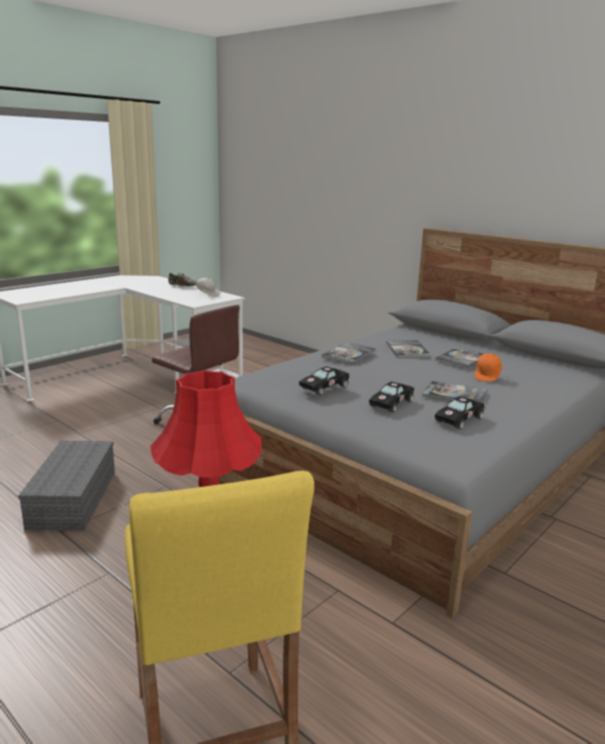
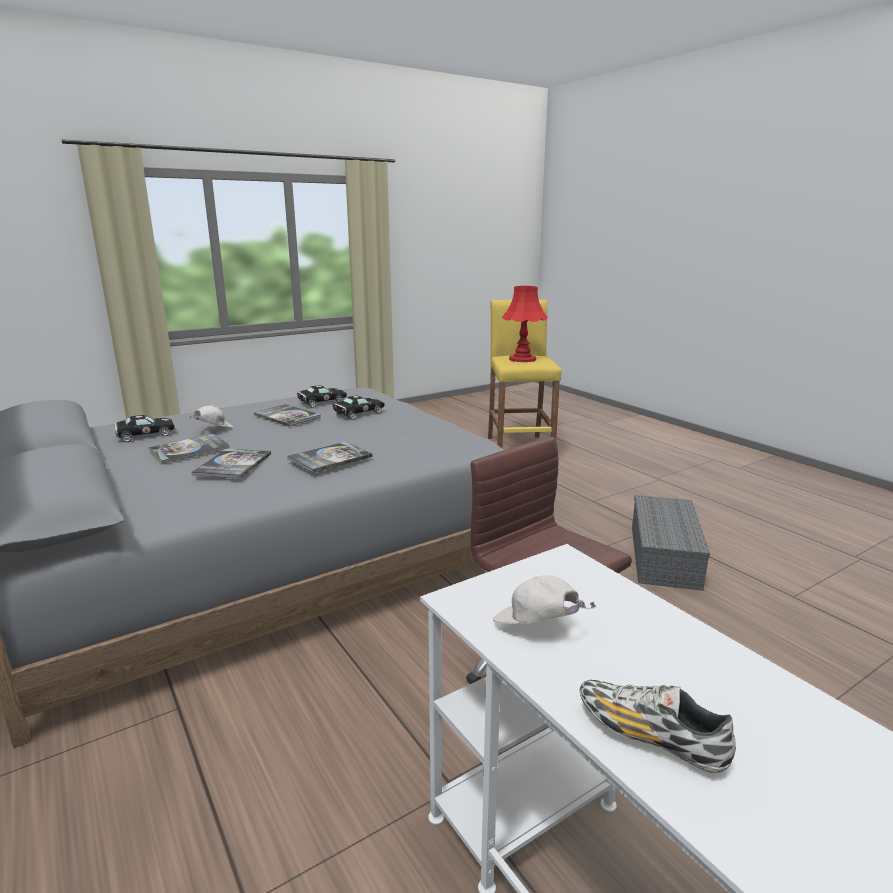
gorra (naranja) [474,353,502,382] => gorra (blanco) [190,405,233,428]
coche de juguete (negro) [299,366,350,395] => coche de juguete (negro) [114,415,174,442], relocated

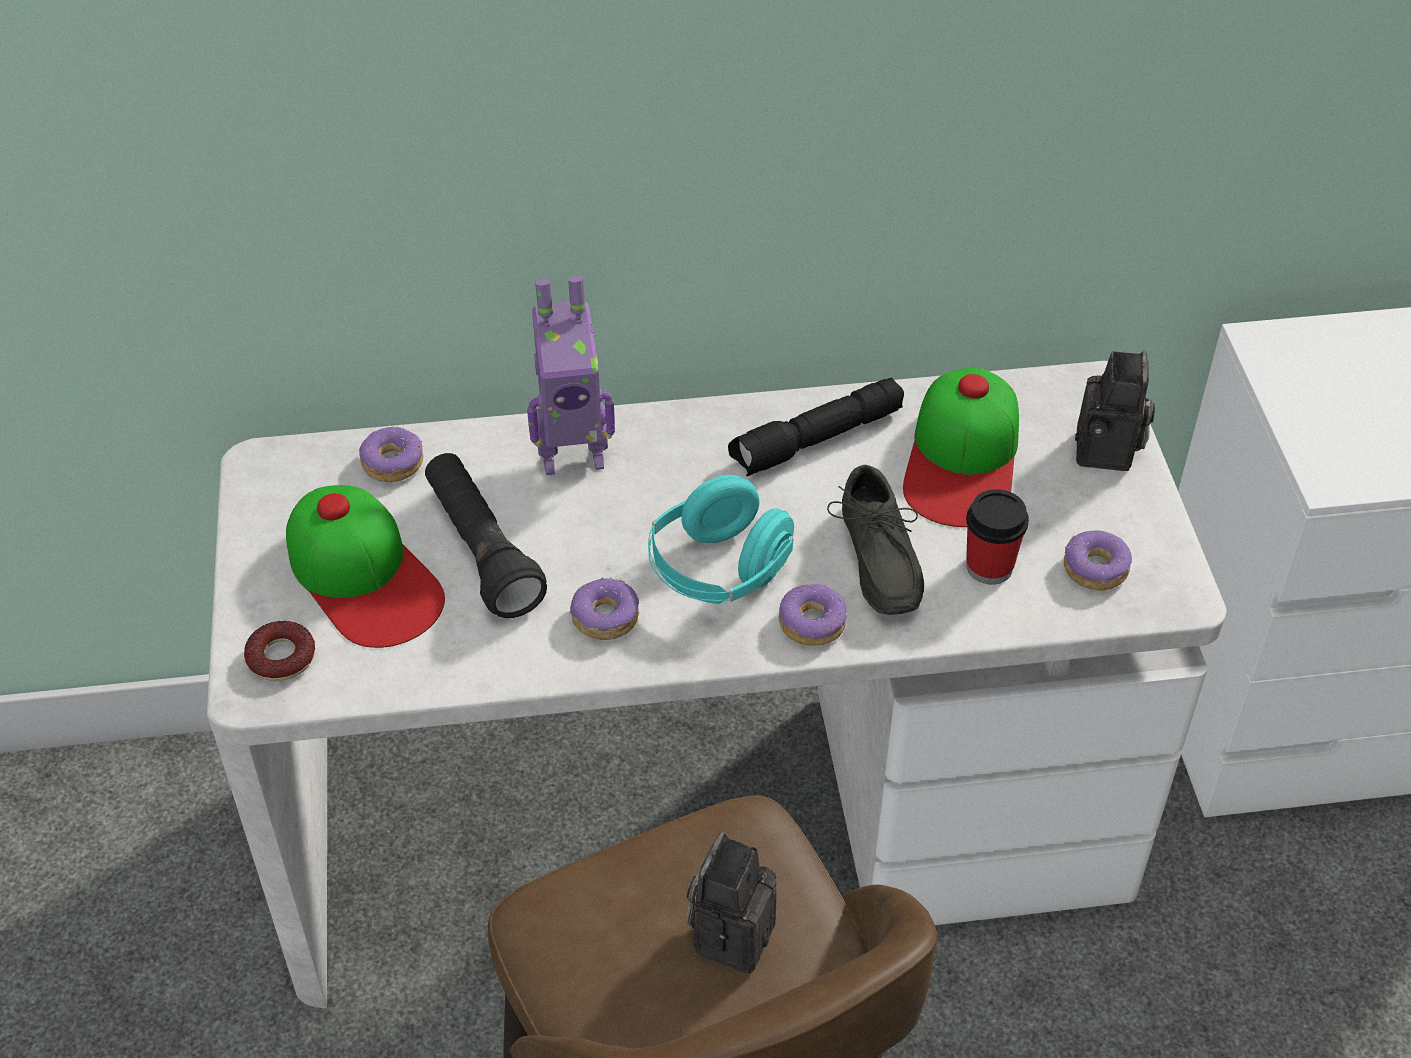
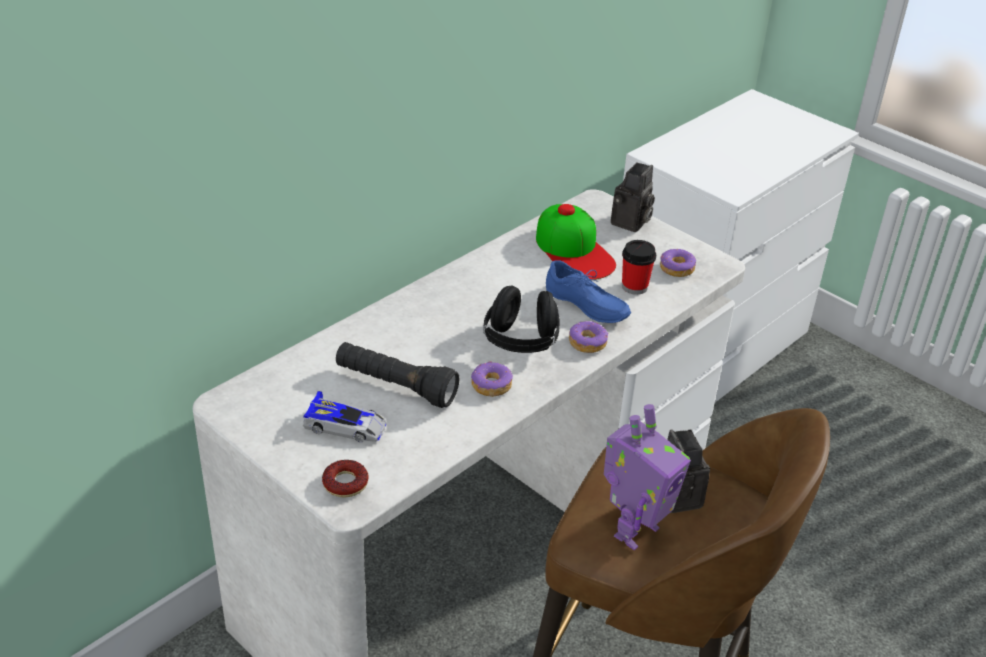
robot de juguete [527,276,615,475] => robot de juguete [604,404,691,550], relocated
cámara [1075,350,1155,471] => cámara [611,162,655,232], 60 degrees clockwise
linterna (negro) [728,377,904,476] => nothing
rosquilla [359,427,424,482] => nothing
zapato (gris) [827,465,924,615] => zapato (azul) [546,260,631,323]
auriculares (turquesa) [648,475,794,604] => auriculares (negro) [483,285,560,353]
gorra [286,485,445,648] => coche de juguete [303,391,387,442]

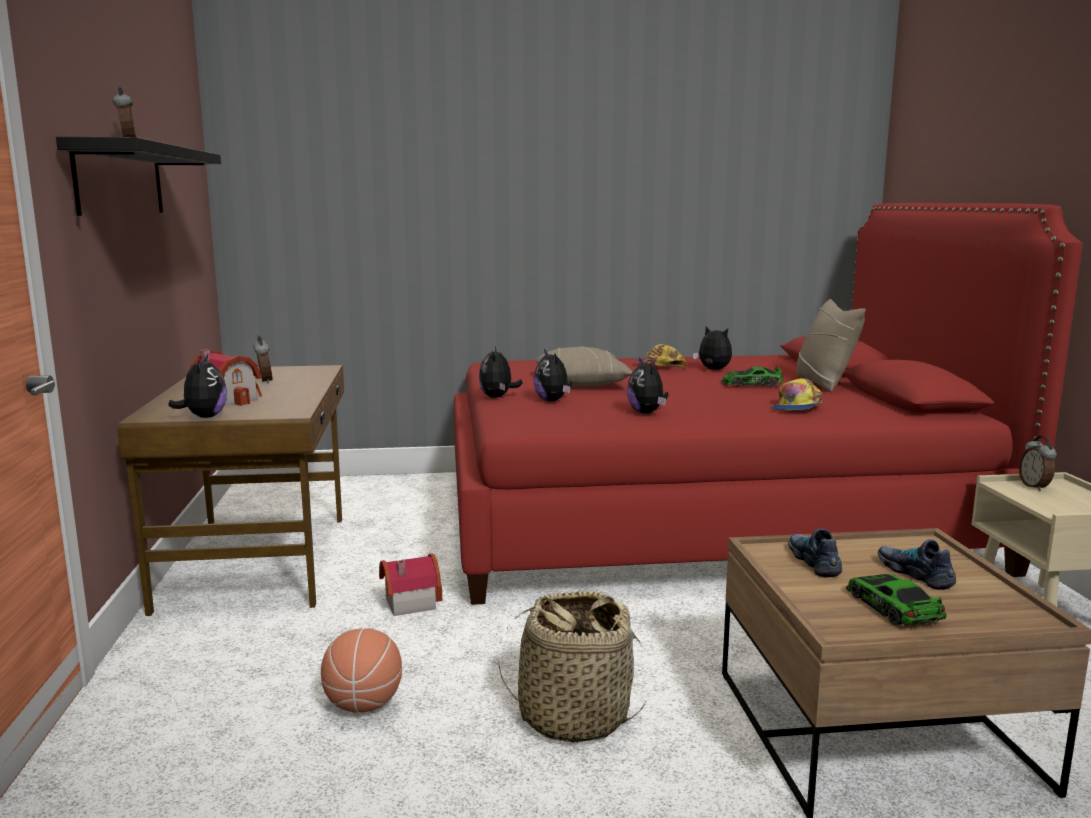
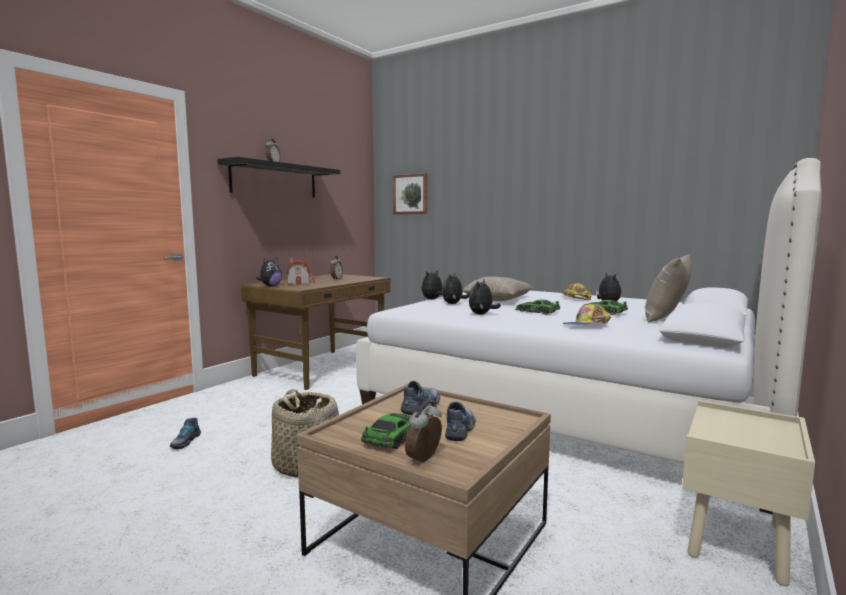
cama (rojo) [454,203,1082,605] => cama (blanco) [356,158,822,514]
despertador [1019,436,1057,491] => despertador [405,401,442,464], relocated
casita [379,554,442,616] => nothing
balón de baloncesto [321,628,402,713] => nothing
nothing => cuadro [393,173,427,214]
nothing => coche de juguete [515,299,560,314]
nothing => zapato [170,418,201,450]

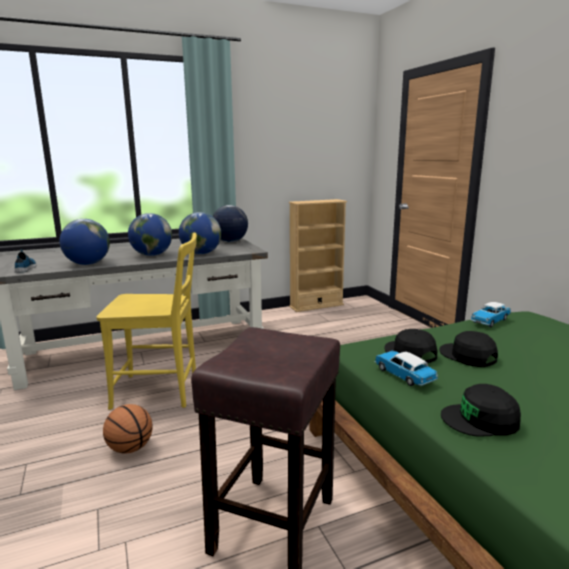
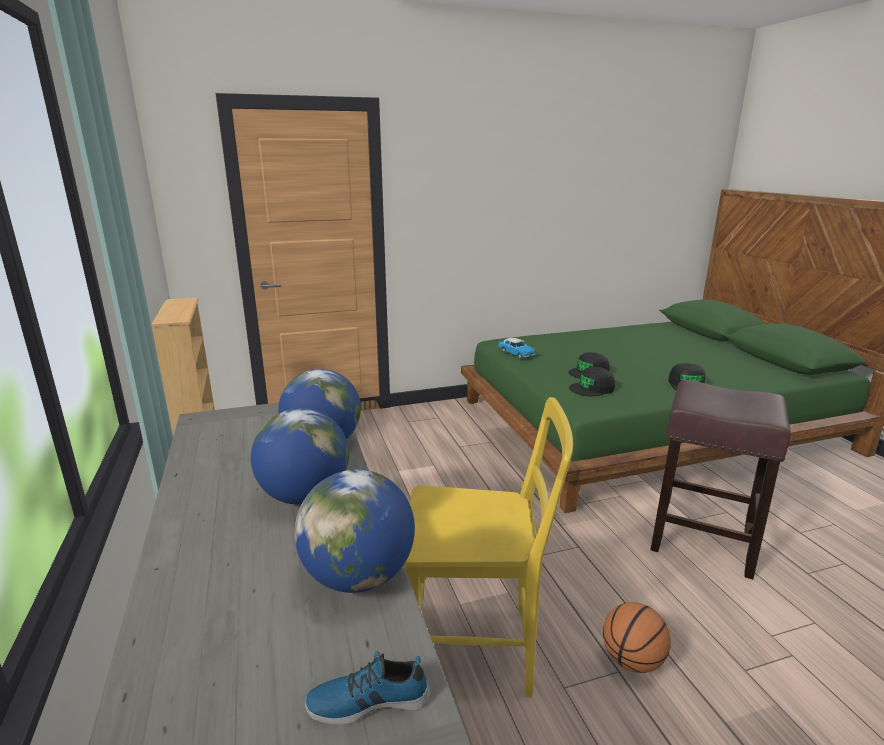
globo terráqueo [213,205,248,242] => nothing
silla (amarillo) [96,233,197,410] => silla (amarillo) [404,397,573,697], 90 degrees clockwise
coche de juguete [375,350,438,386] => nothing

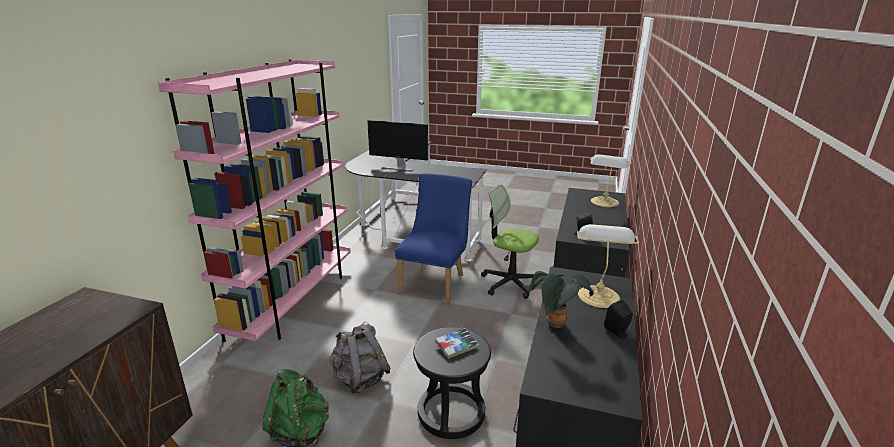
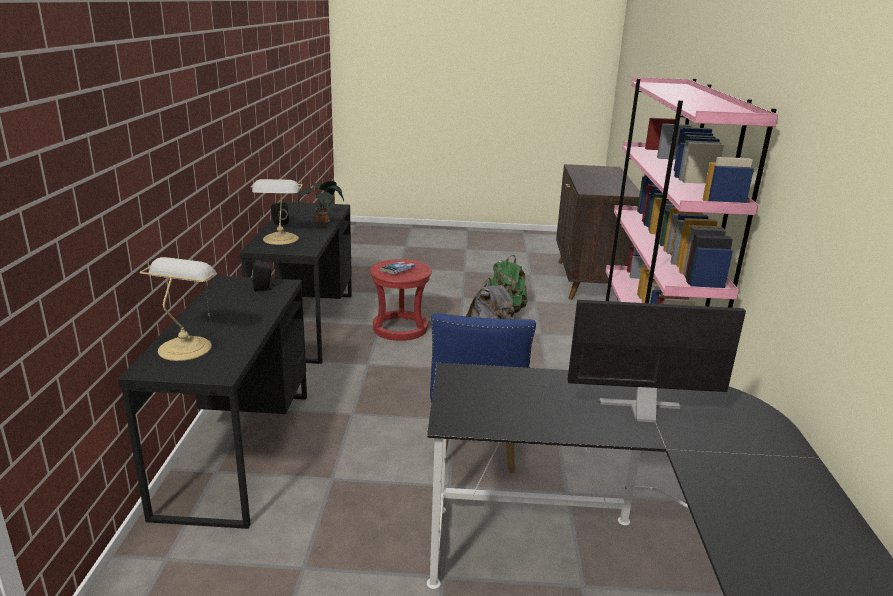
silla de oficina [481,184,539,299] => nothing
taburete (negro) [413,327,491,439] => taburete (rojo) [370,259,432,341]

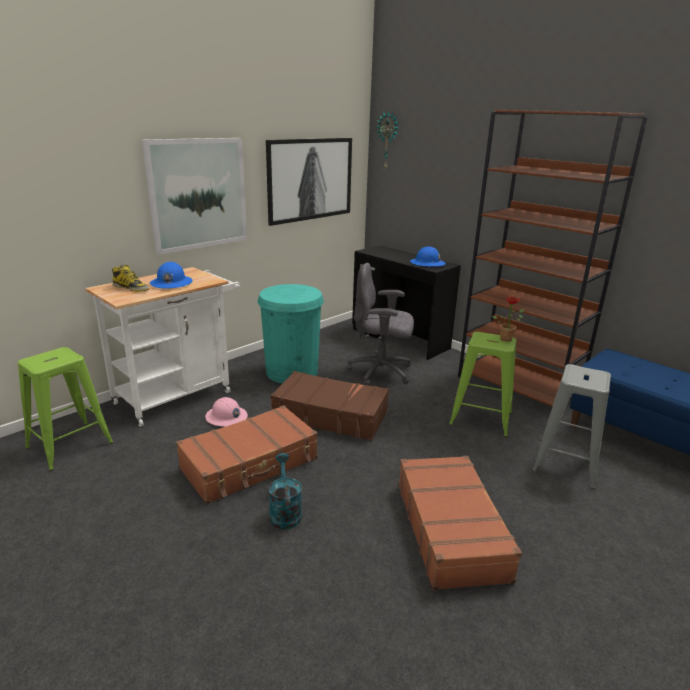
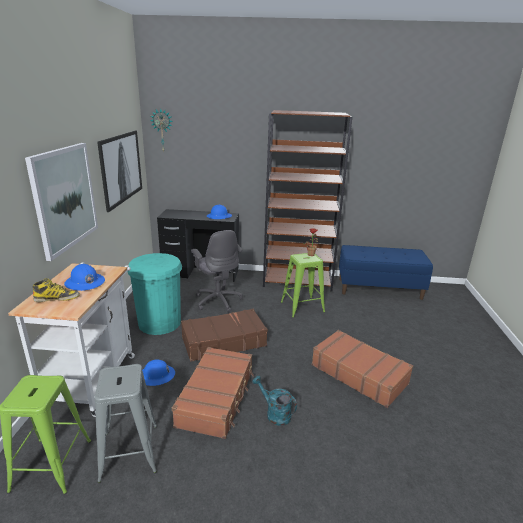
silla de oficina (gris) [347,263,414,386] => silla de oficina (gris) [191,230,243,312], 90 degrees counterclockwise
taburete (gris) [532,364,611,489] => taburete (gris) [94,364,157,483], relocated
casco (rosa) [206,397,248,427] => casco (azul) [142,359,175,386]

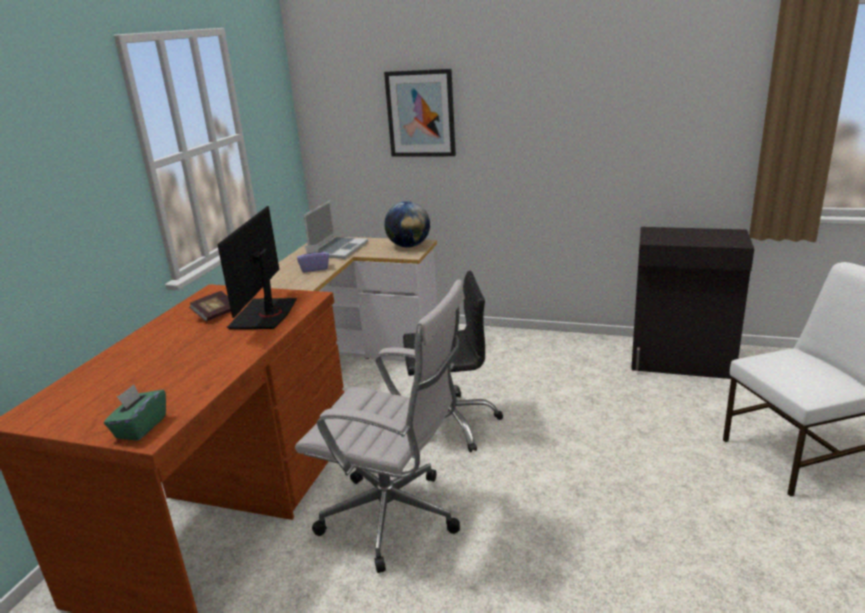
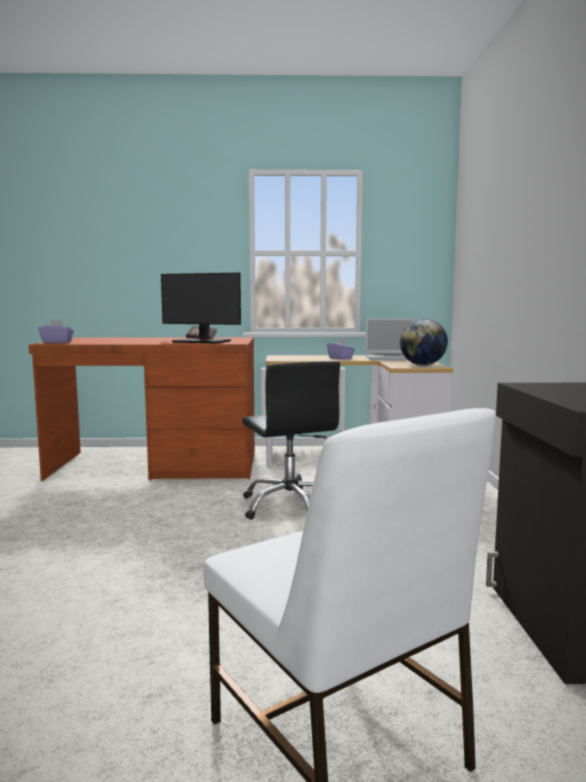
cuadro [384,69,456,157] => nothing
monitor [217,206,297,329] => monitor [161,273,241,344], 150 degrees counterclockwise
silla de oficina (blanco) [295,280,465,573] => nothing
caja de pañuelos (verde) [104,384,166,441] => caja de pañuelos (morado) [38,320,74,343]

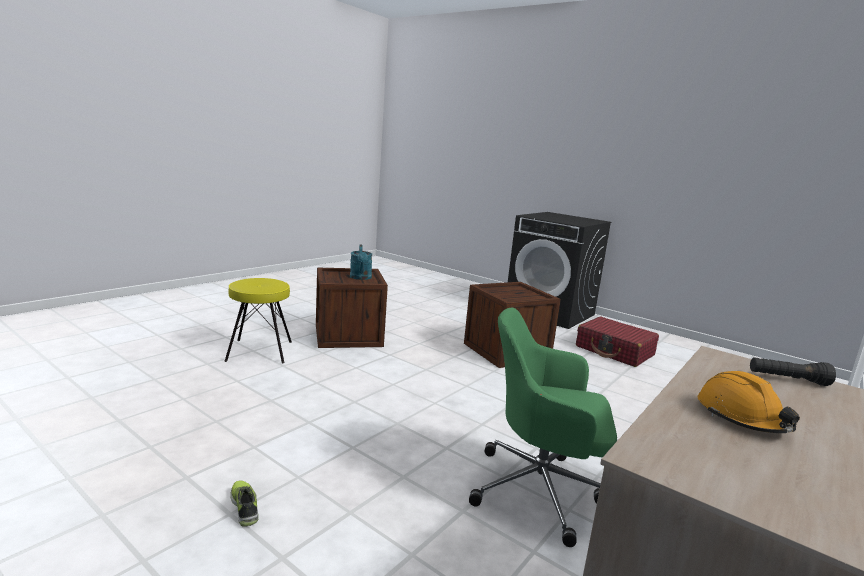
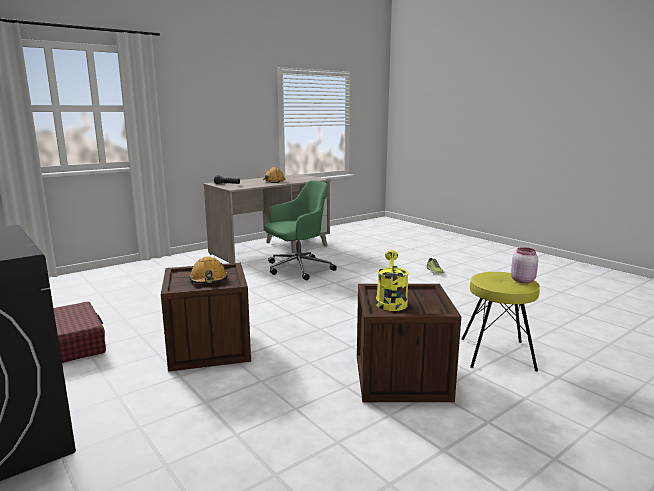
regadera (turquesa) [350,245,372,280] => regadera (amarillo) [376,250,409,311]
silla de oficina (verde) [469,308,617,547] => silla de oficina (verde) [264,180,337,280], 60 degrees counterclockwise
nothing => tarro (rosa) [511,247,538,283]
nothing => casco (naranja) [189,256,228,283]

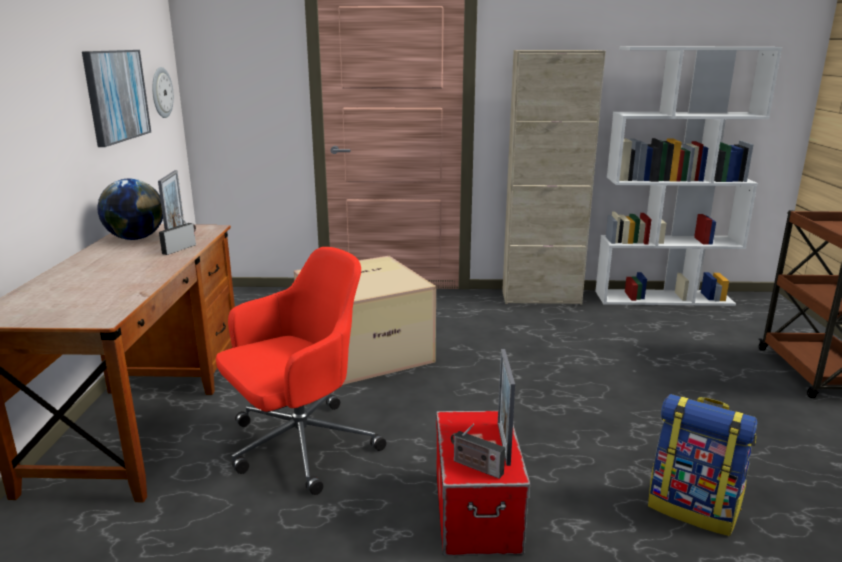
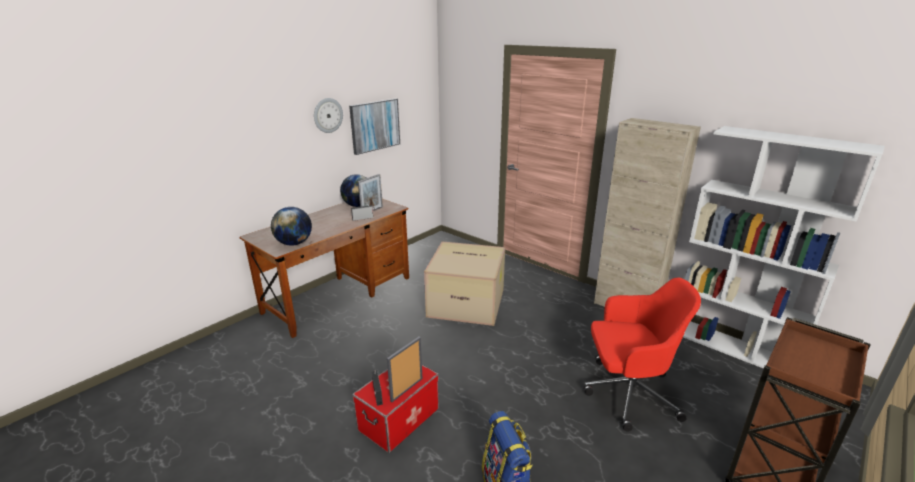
reloj de pared [152,67,174,118] => reloj de pared [314,98,343,133], relocated
silla de oficina (rojo) [216,247,386,495] => silla de oficina (rojo) [584,278,701,432], relocated
nothing => globo terráqueo [271,207,312,246]

